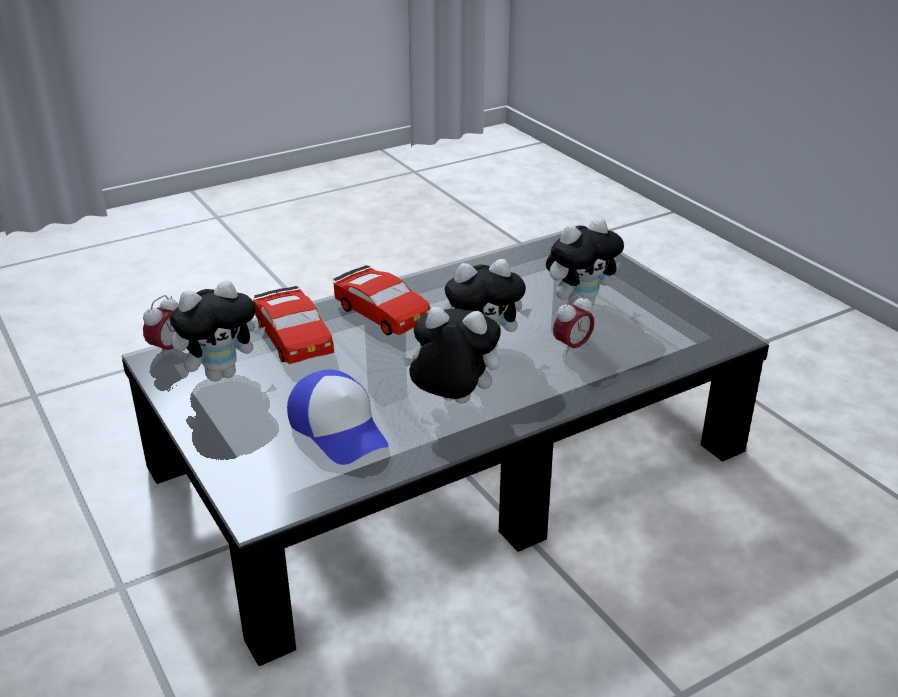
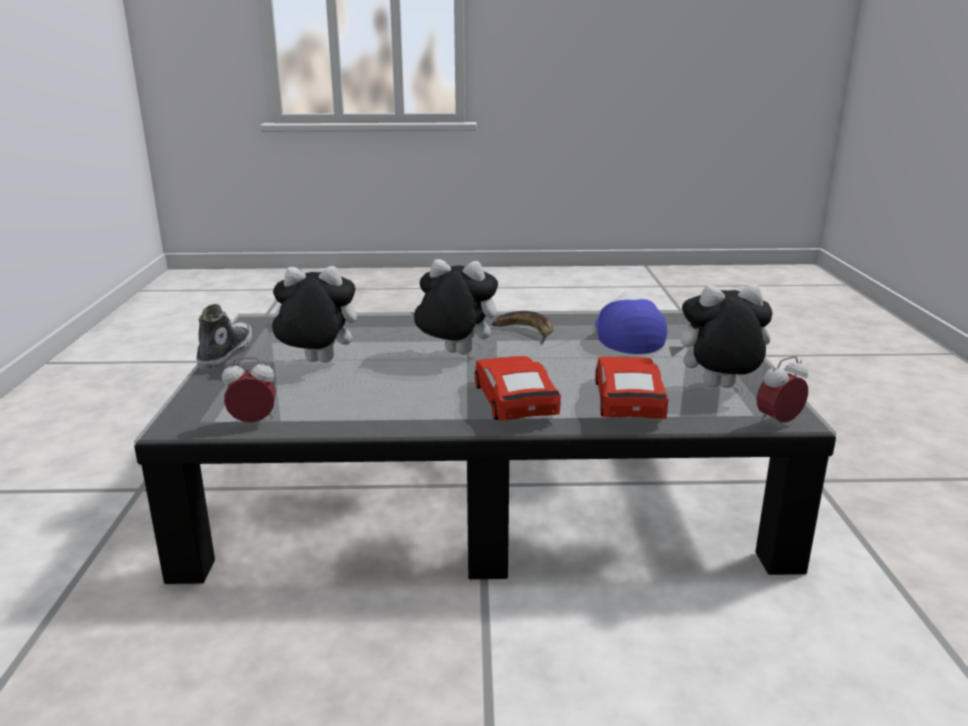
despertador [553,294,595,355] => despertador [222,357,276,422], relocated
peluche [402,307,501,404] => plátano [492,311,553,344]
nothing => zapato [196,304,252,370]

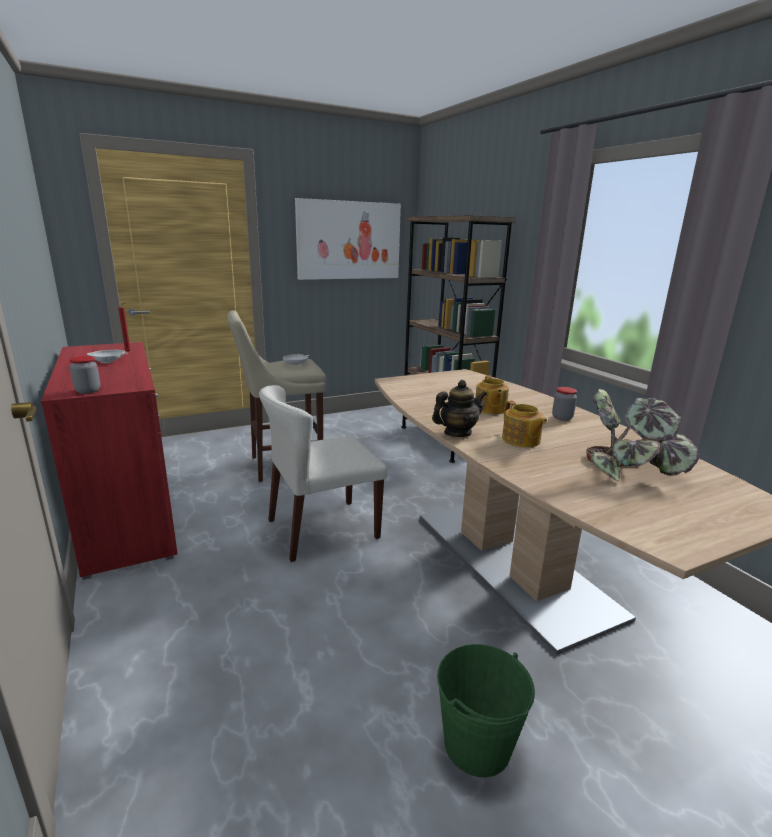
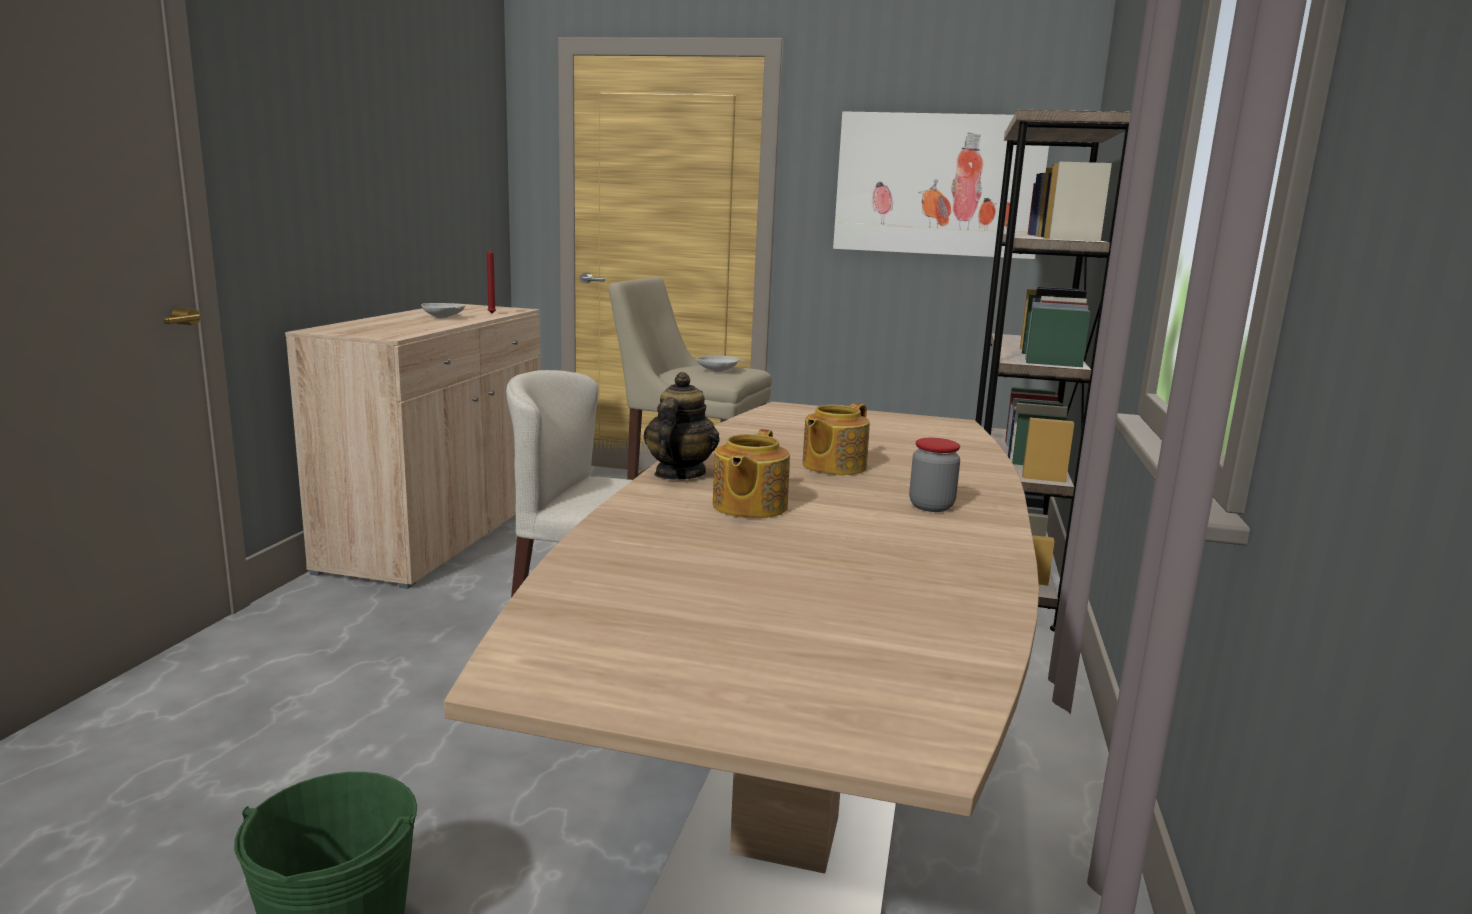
armario (rojo) [41,342,178,580] => armario (beis) [285,303,541,589]
tarro [69,356,100,394] => nothing
tetera [432,380,487,437] => tetera [643,372,720,480], 90 degrees counterclockwise
planta en maceta [586,389,700,481] => nothing

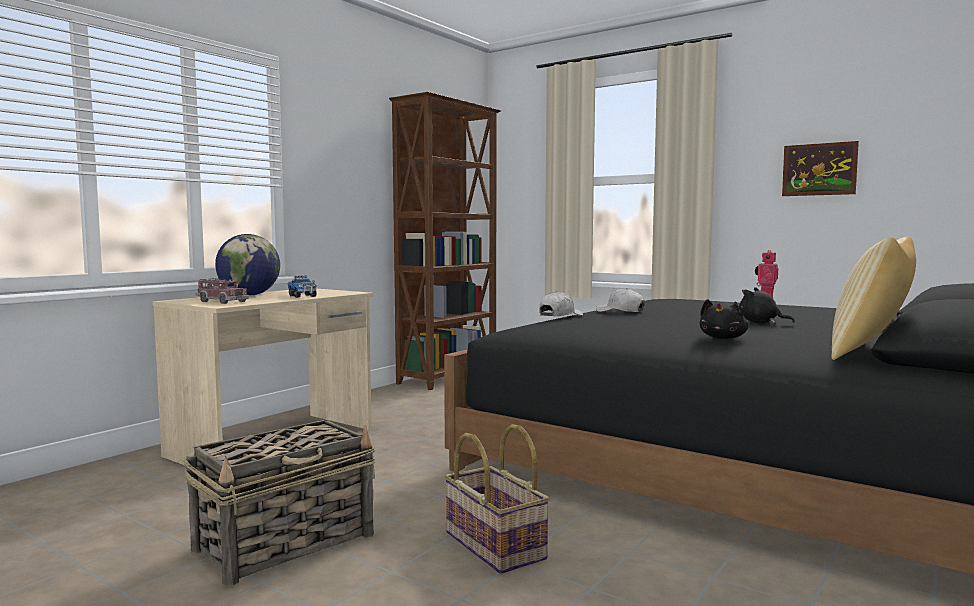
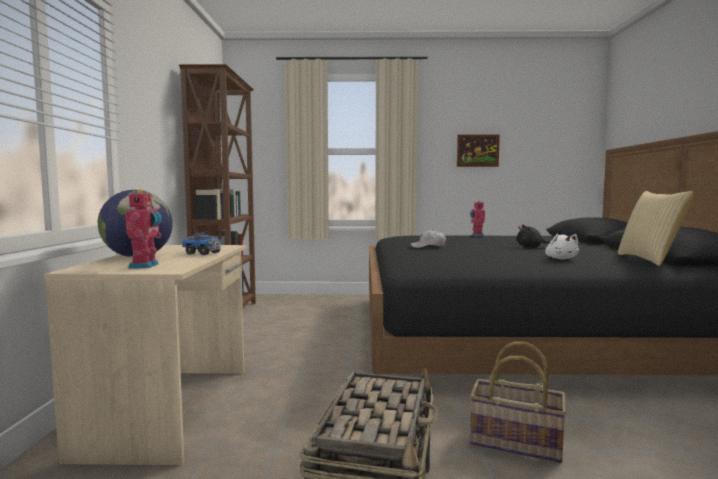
camión de juguete [195,278,249,304] => robot de juguete [125,189,162,268]
gorra (blanco) [539,291,583,316] => nothing
peluche (negro) [700,299,748,339] => peluche (blanco) [545,233,579,259]

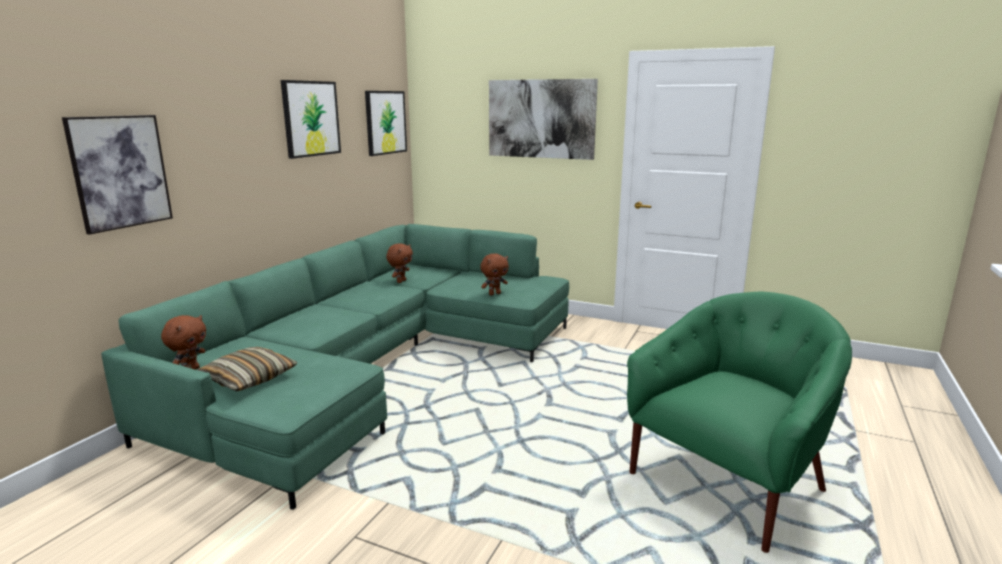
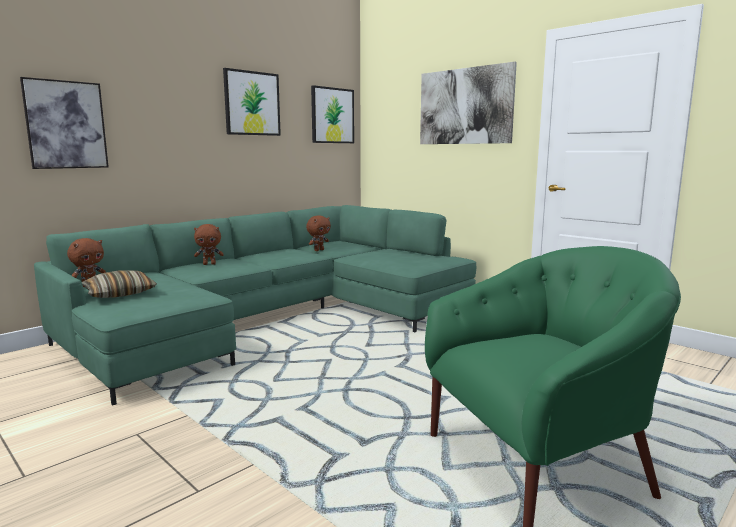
peluche (marrón) [480,253,509,296] => peluche (marrón) [194,224,224,265], relocated

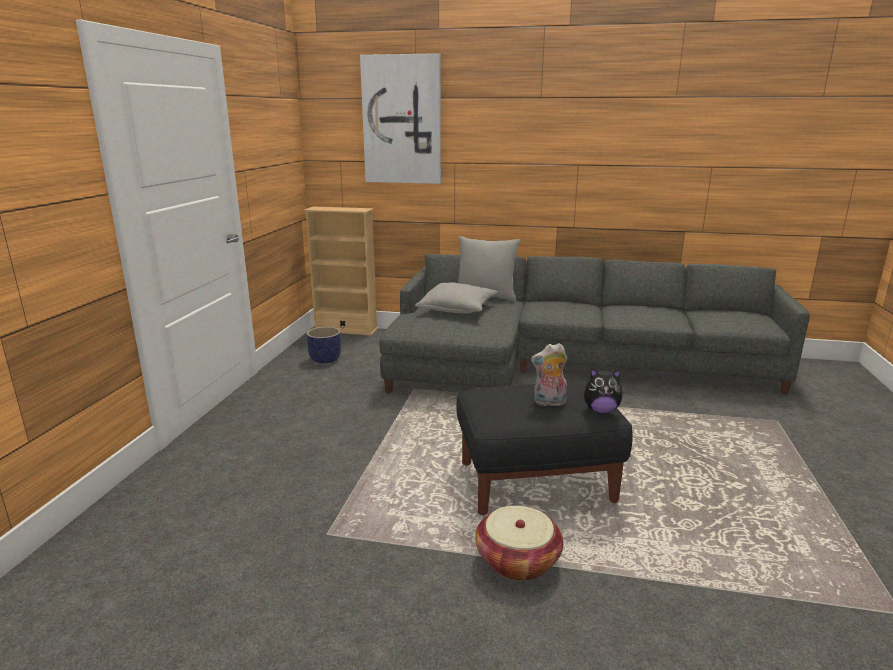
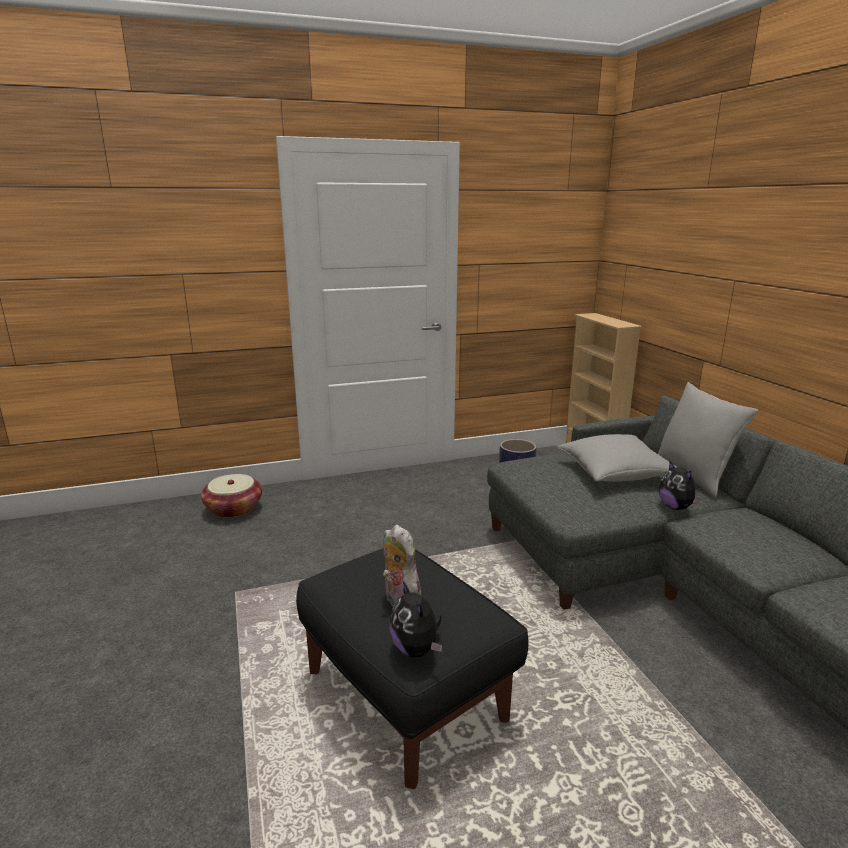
cuadro [360,53,441,184] => nothing
cesta [475,506,563,581] => cesta [201,474,262,518], relocated
nothing => peluche [659,460,702,510]

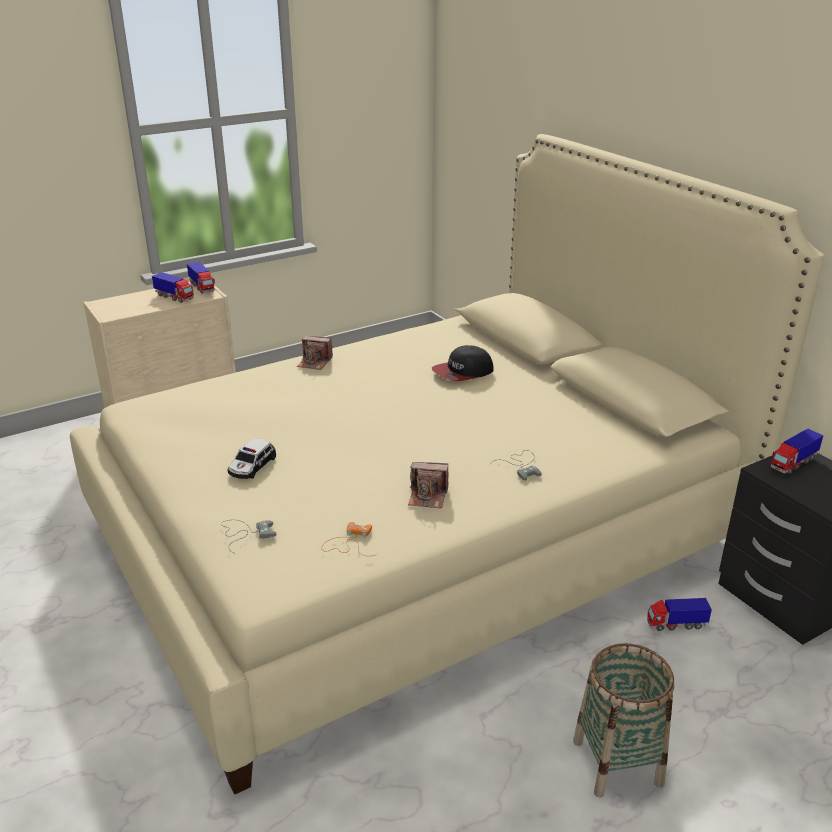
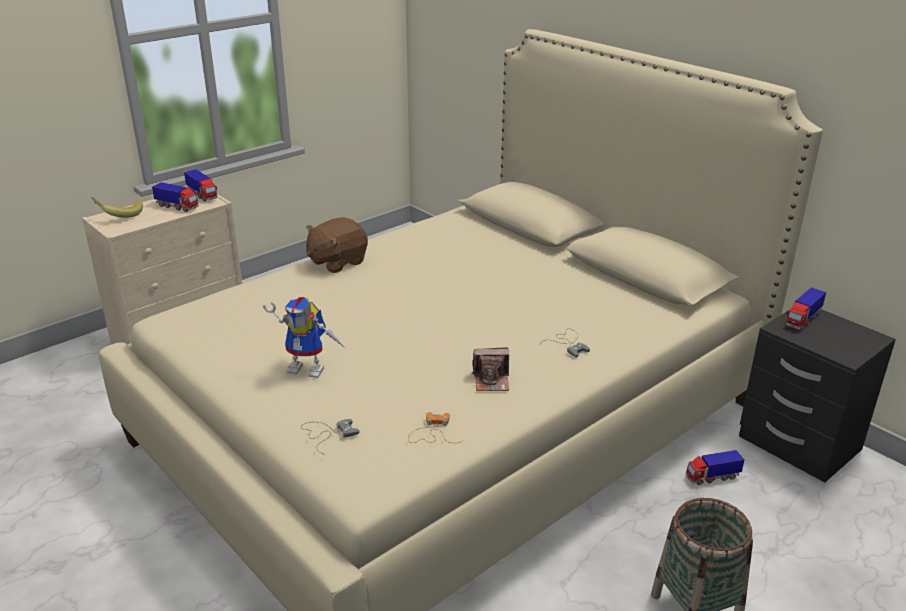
cámara [297,336,333,370] => peluche (marrón) [306,217,368,273]
gorra [432,345,494,381] => nothing
coche de juguete [228,438,276,479] => robot de juguete [263,297,346,378]
nothing => plátano [91,197,143,218]

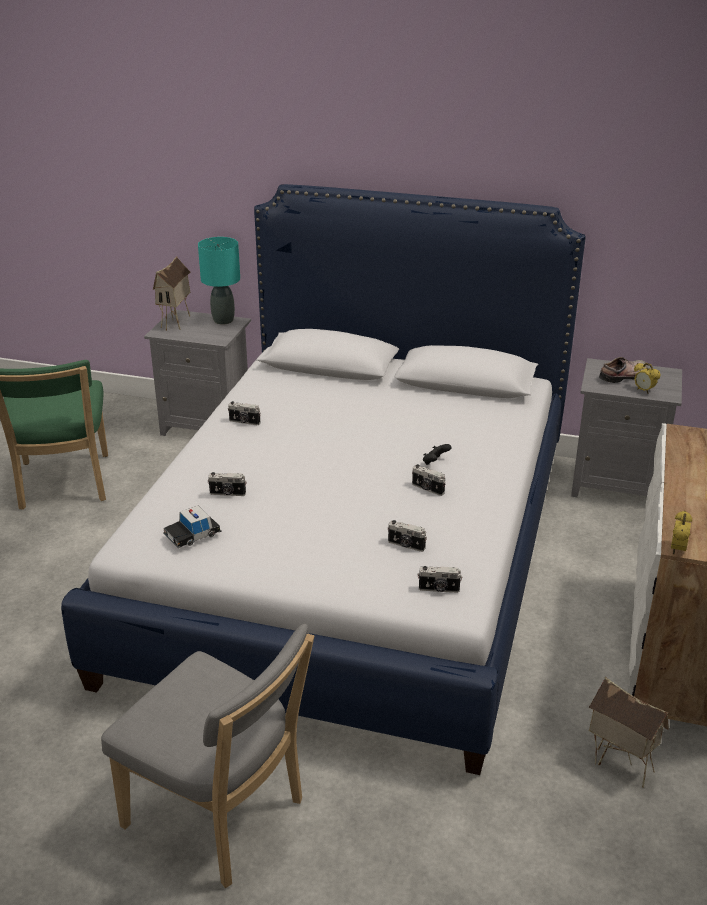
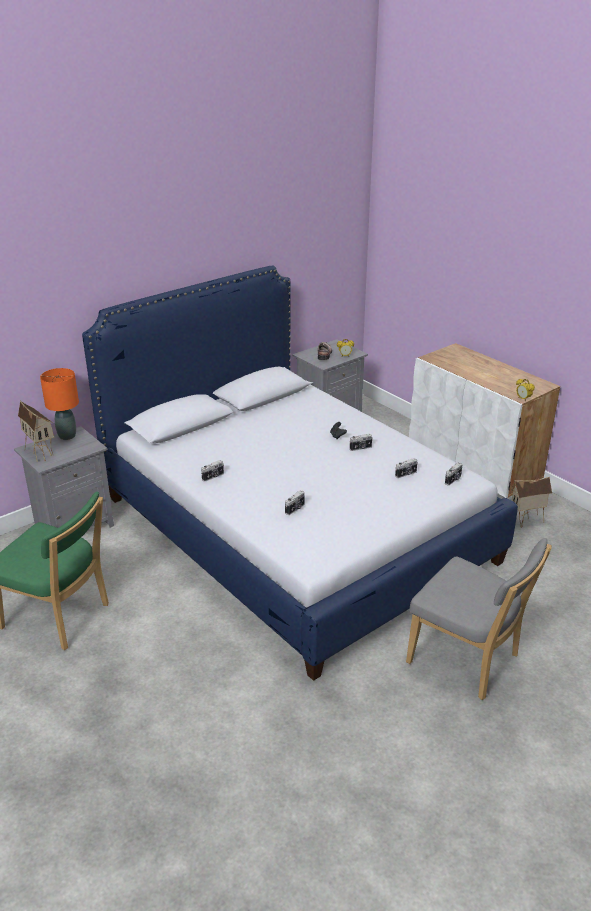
lámpara de mesa (turquesa) [198,237,240,325] => lámpara de mesa (naranja) [40,368,79,440]
coche de juguete [163,506,222,548] => nothing
silla (gris) [101,624,314,888] => silla (gris) [406,538,552,700], 60 degrees clockwise

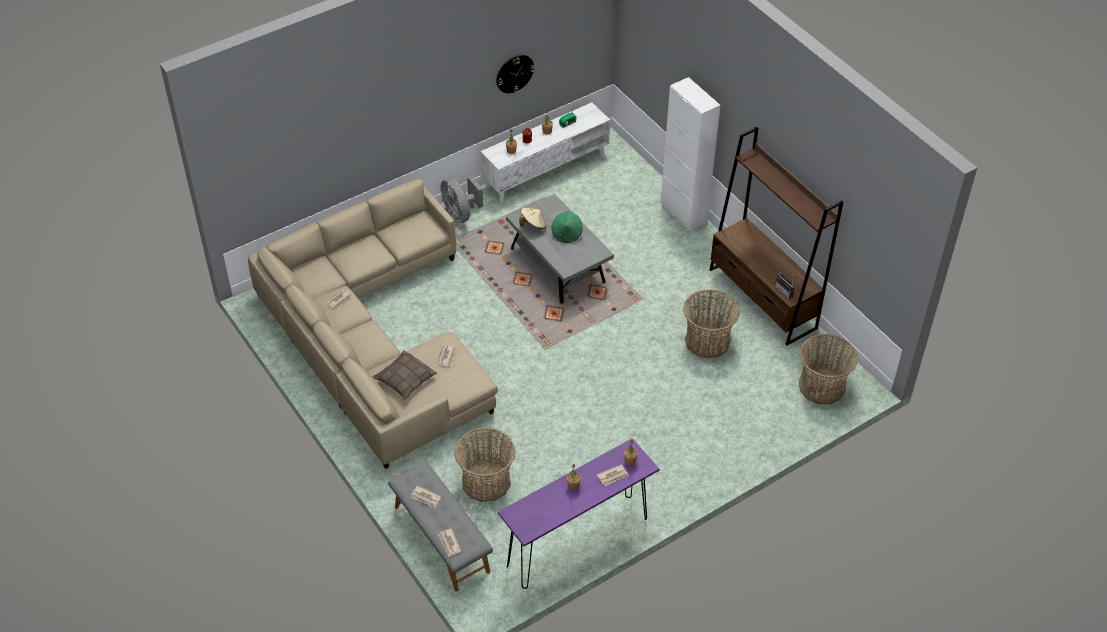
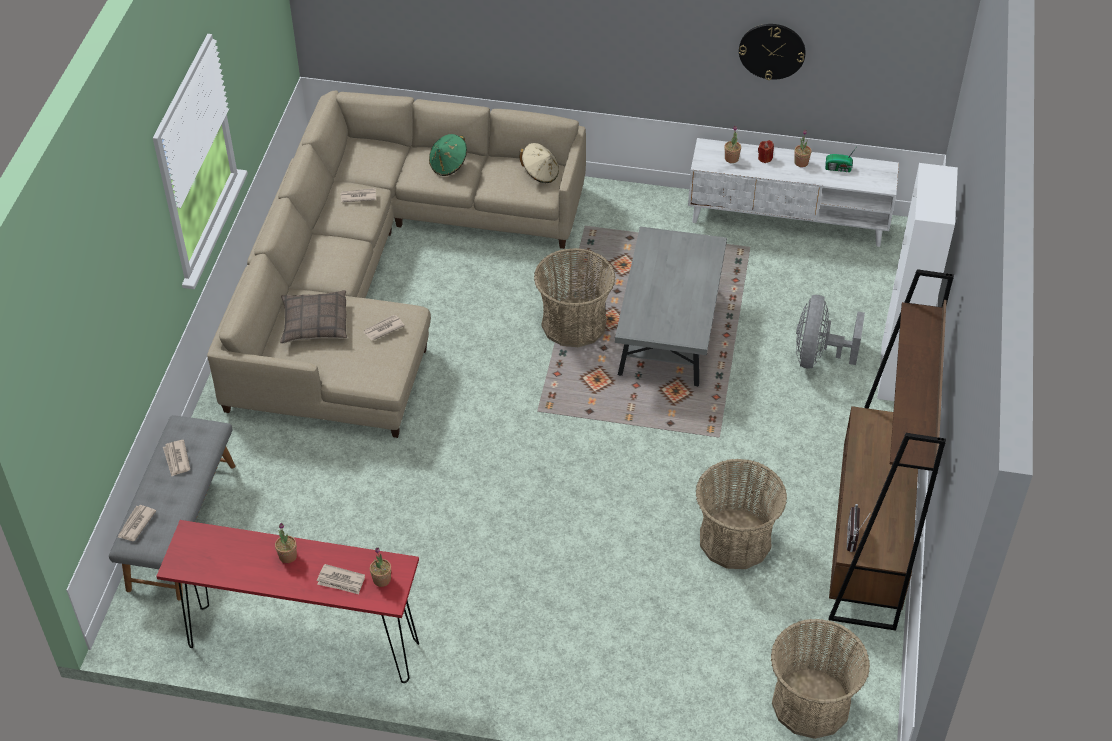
ventilador (gris) [440,176,483,223] => ventilador (gris) [796,295,865,369], relocated
sombrero (beis) [520,207,546,229] => sombrero (beis) [520,143,559,183], relocated
sombrero (verde) [551,211,583,243] => sombrero (verde) [429,134,467,176], relocated
cesta [454,427,516,502] => cesta [534,248,616,347], relocated
mesa consola (morado) [498,438,660,589] => mesa consola (rojo) [156,520,419,683]

